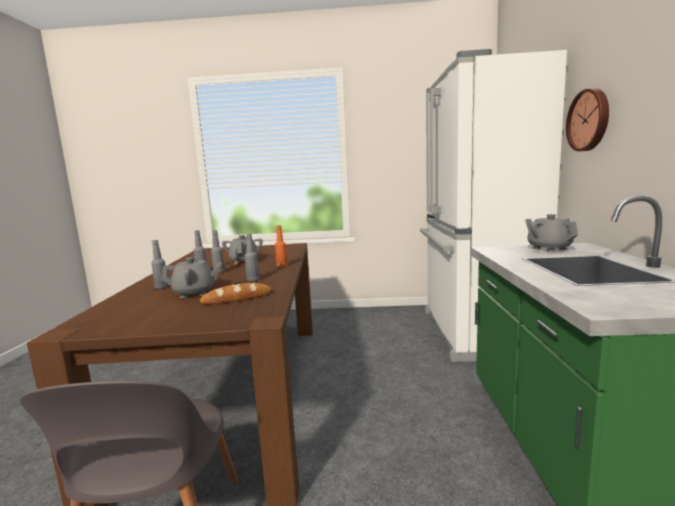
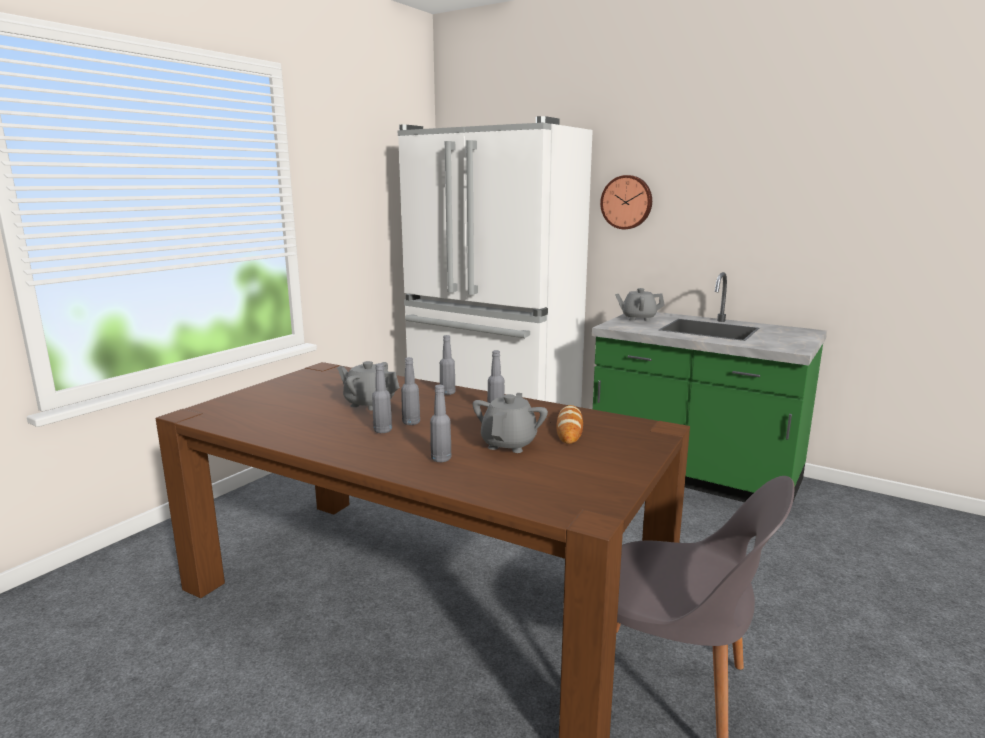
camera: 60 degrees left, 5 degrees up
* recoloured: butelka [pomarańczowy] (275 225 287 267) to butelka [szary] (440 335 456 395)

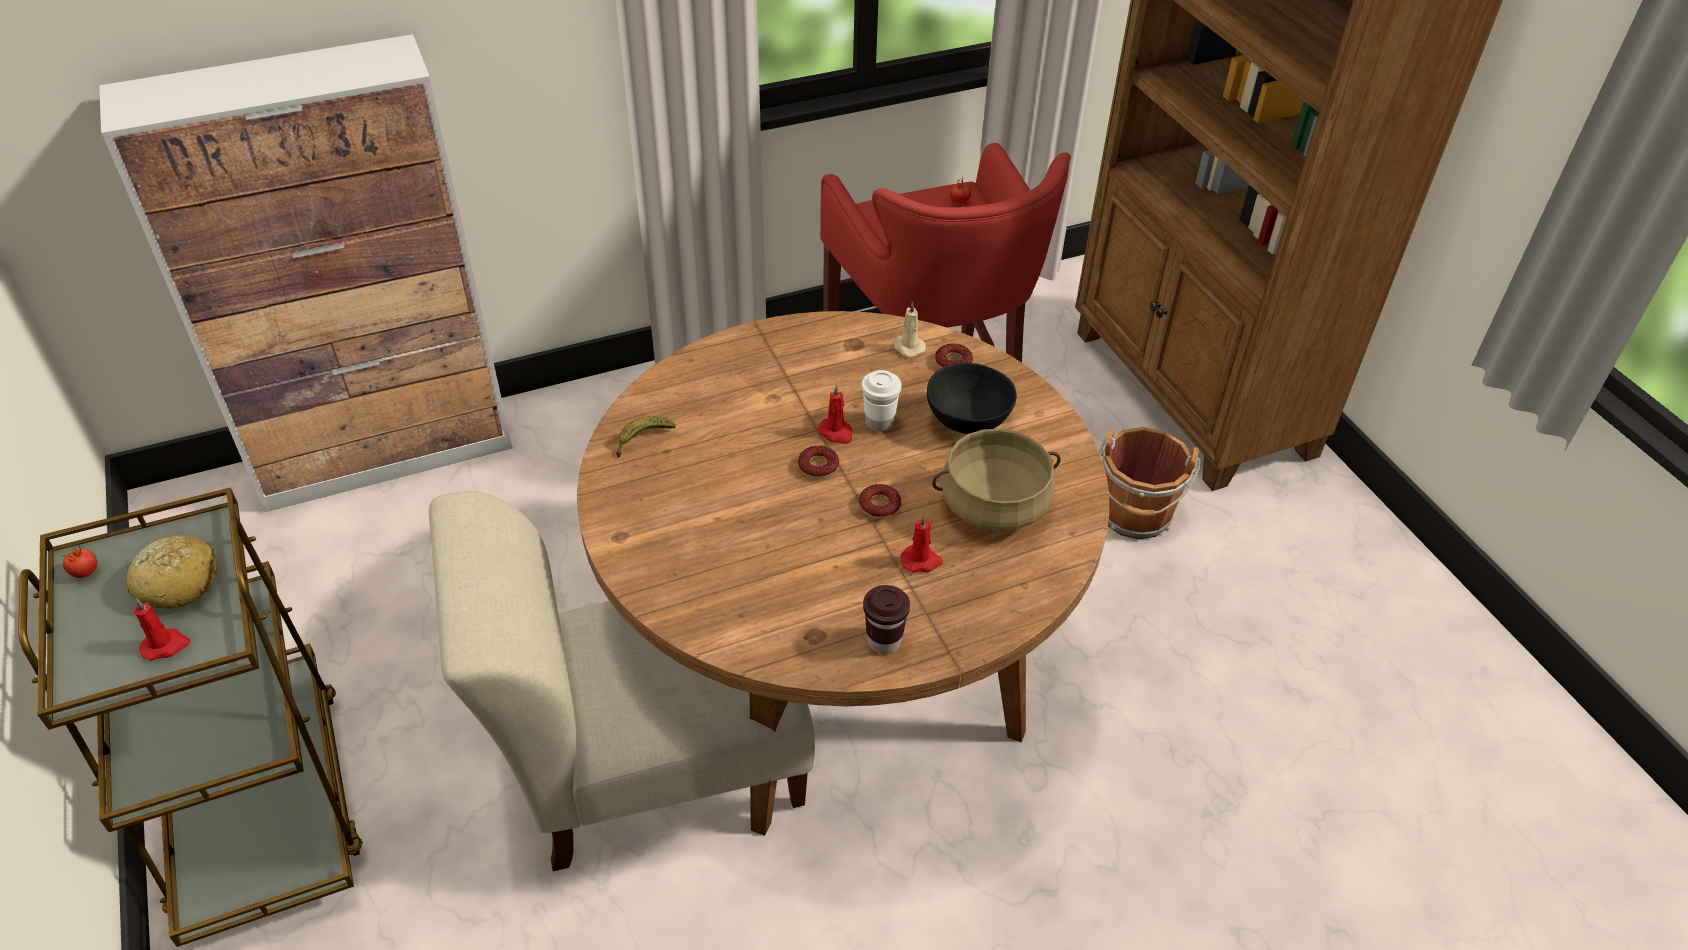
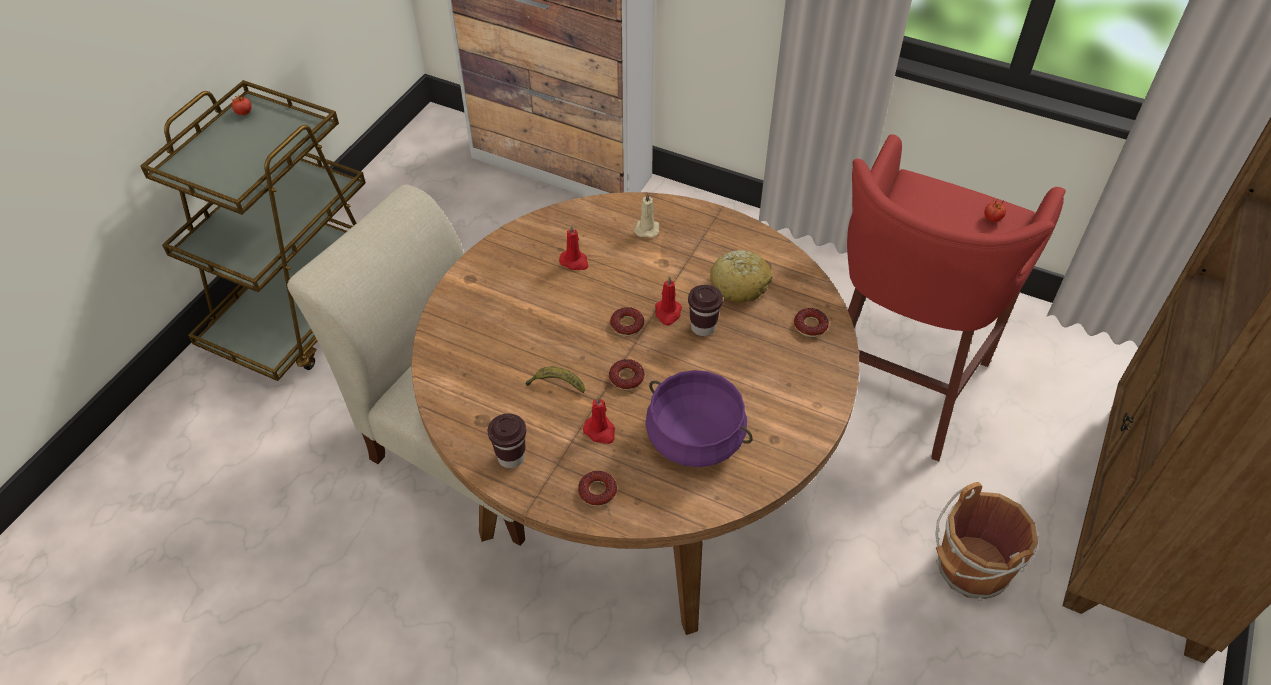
camera: 50 degrees right, 5 degrees up
* moved: chleb (127 535 217 609) to (710 250 772 303)
* moved: świeca [czerwony] (134 599 190 661) to (559 224 588 270)
* moved: banan (616 416 676 458) to (526 367 585 393)
* recoloured: filiżanka [biały] (862 370 901 432) to filiżanka [brązowy] (688 285 723 336)
* moved: świeca [beżowy] (894 301 926 357) to (634 192 659 238)
* removed: miska [czarny] (927 363 1017 434)
* recoloured: garnek [beżowy] (932 429 1061 531) to garnek [fioletowy] (645 370 753 467)
* added: donut (578 471 617 506)

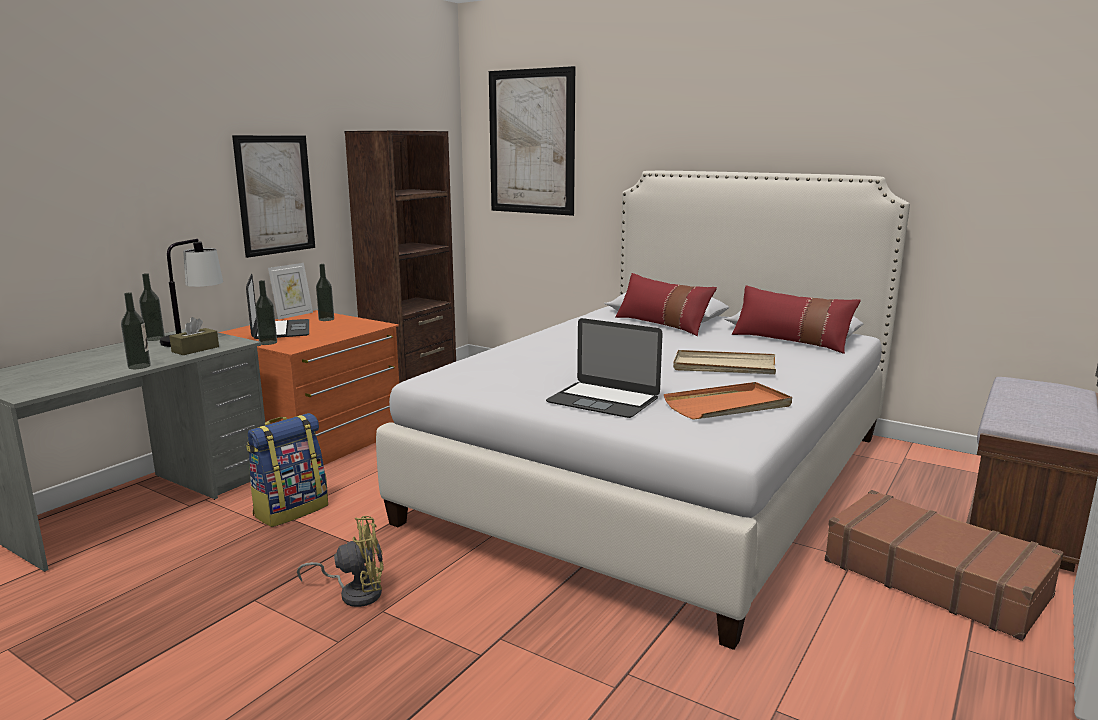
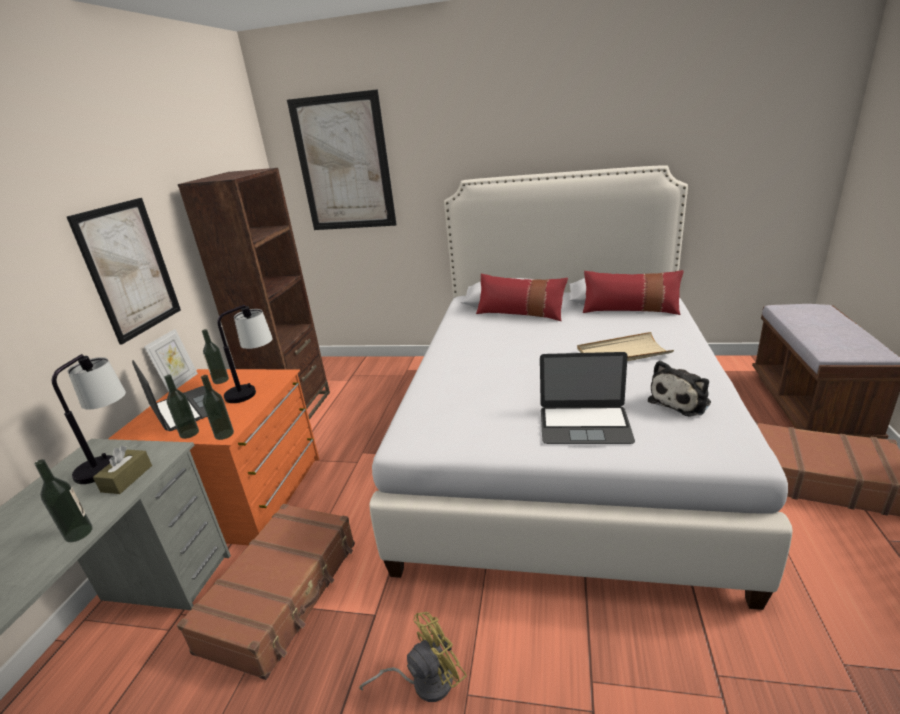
camera: 20 degrees left, 10 degrees up
* moved: butelka (139 273 165 341) to (201 375 234 440)
* replaced: plecak (246 413 328 527) to walizka [brązowy] (177 504 355 680)
* replaced: taca [pomarańczowy] (664 382 792 420) to pluszak (648 360 711 417)
* added: lampa stołowa (217 305 273 403)

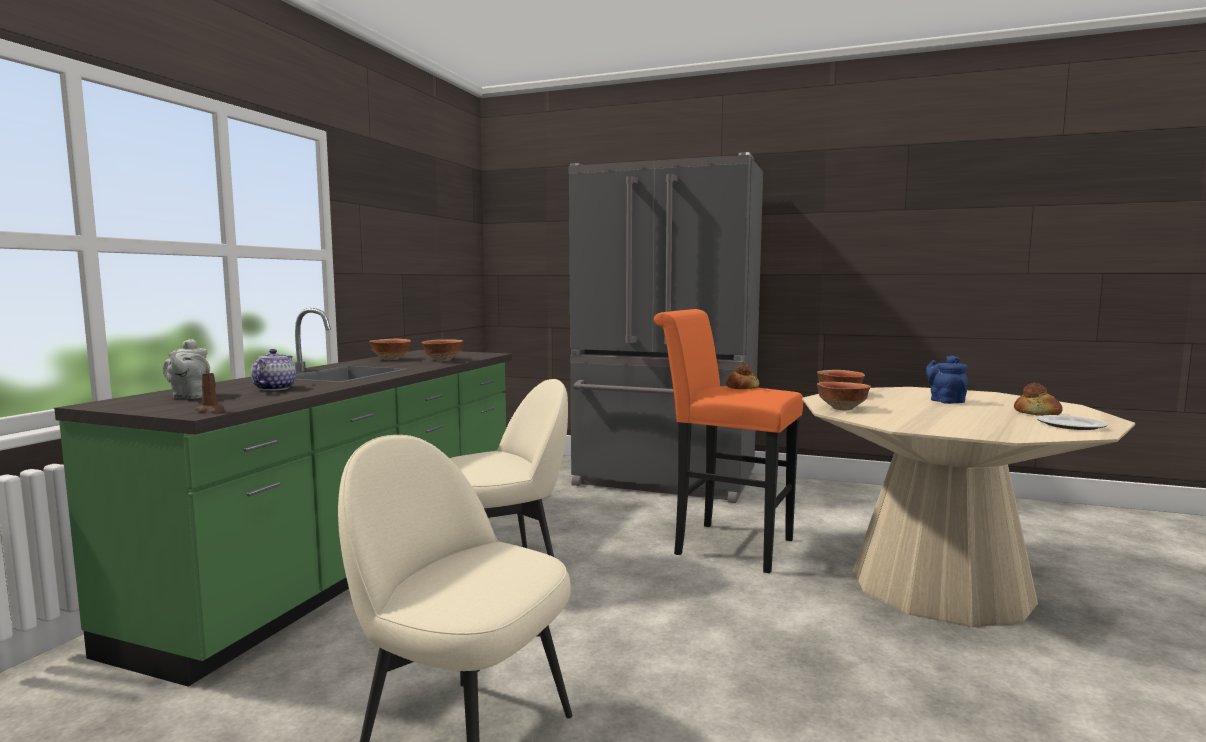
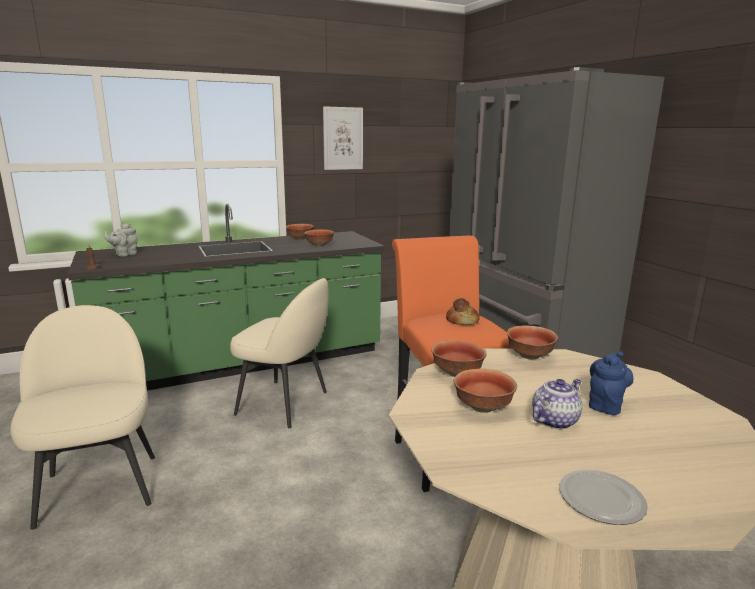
camera: 45 degrees right, 10 degrees up
* moved: imbryk (251 349 296 391) to (532 379 582 429)
* removed: chleb (1014 383 1063 416)
* added: obraz (323 106 363 170)
* added: miska (453 369 517 413)

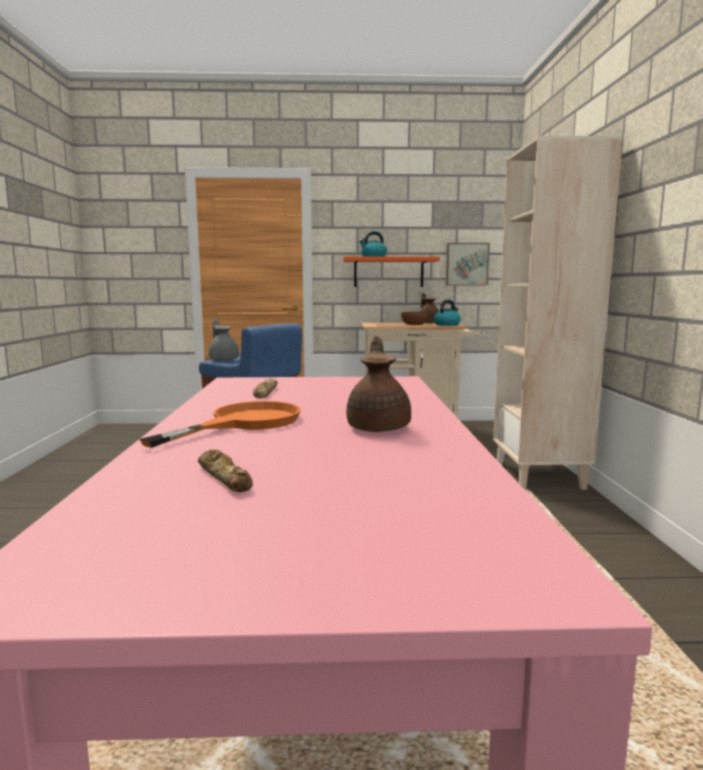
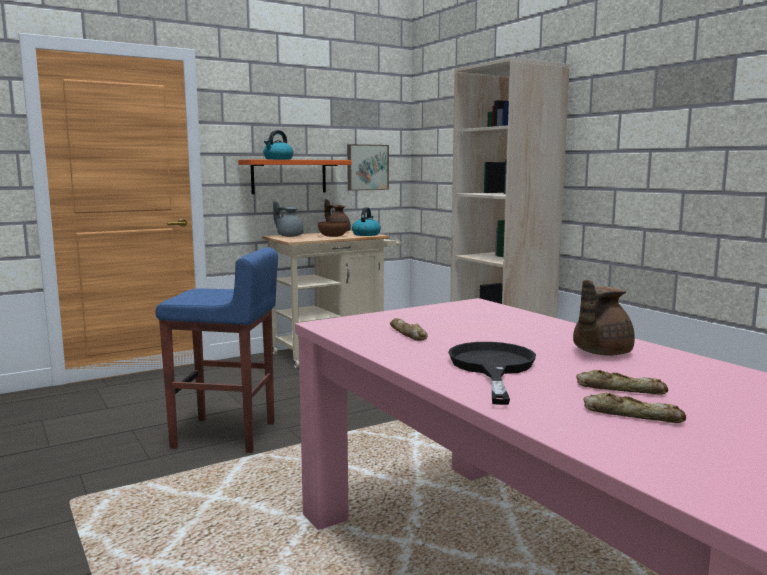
camera: 30 degrees left, 0 degrees up
* recoloured: patelnia [pomarańczowy] (139 401 301 448) to patelnia [czarny] (448 342 536 405)
* moved: imbryk [szary] (208 318 239 361) to (273 201 304 237)
* turned: imbryk [brązowy] (346 336 411 432) = (573 280 635 356) 105 degrees counterclockwise
* added: chleb (576 370 668 395)

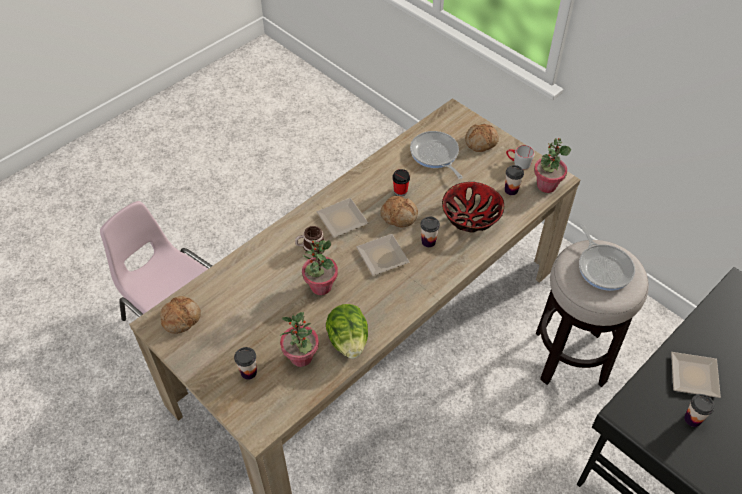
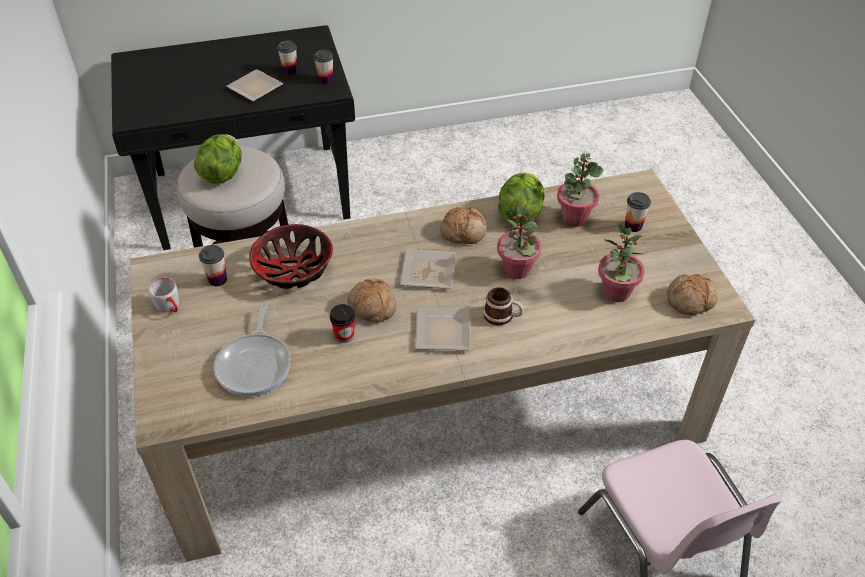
camera: 150 degrees left, 5 degrees down
* moved: filiżanka (421 217 440 247) to (314 50 333 85)
* moved: chleb (465 124 499 152) to (440 207 487 244)
* moved: roślina doniczkowa (534 138 571 193) to (598 223 645 302)
* replaced: patelnia (579 224 635 291) to sałata (194 134 241 184)

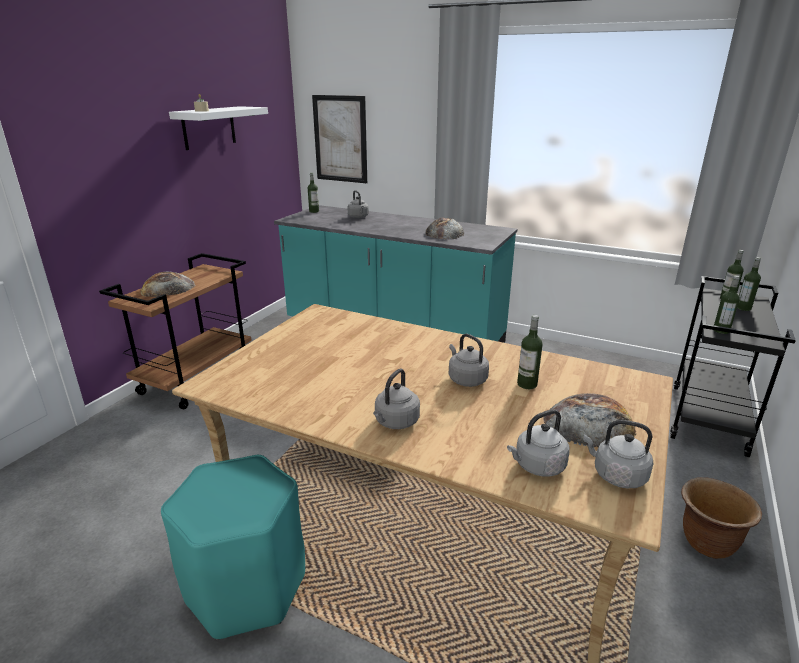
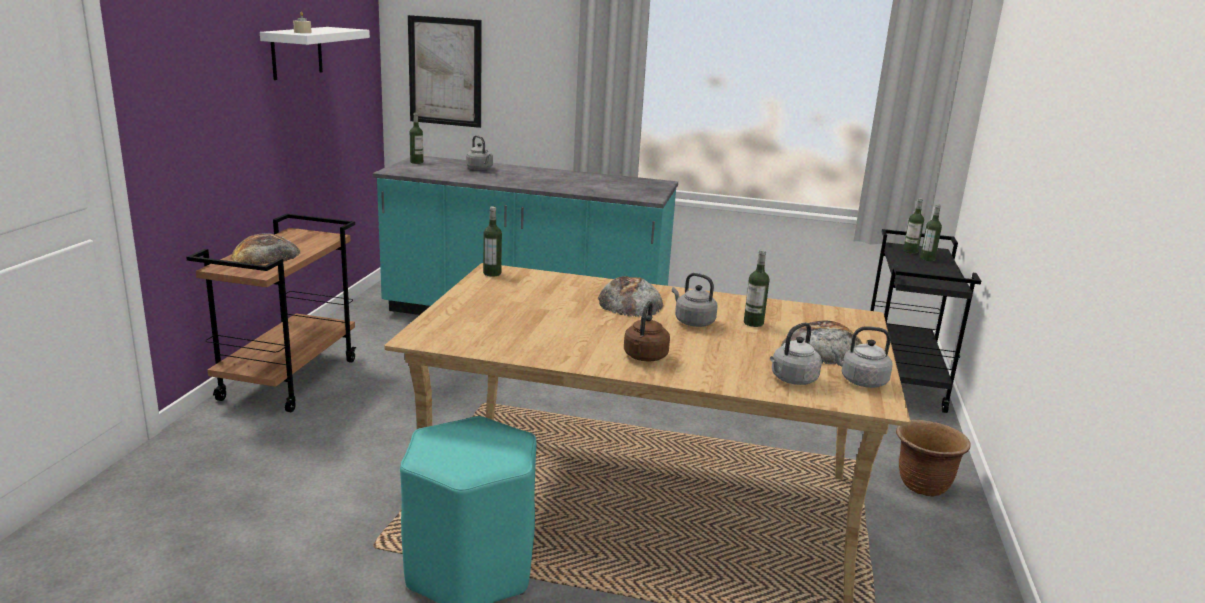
camera: 15 degrees left, 5 degrees down
* recoloured: czajnik [szary] (373 368 420 429) to czajnik [brązowy] (624 301 670 362)
* moved: chleb (426 218 464 240) to (598 276 663 317)
* moved: butelka (714 276 740 334) to (483 206 502 276)

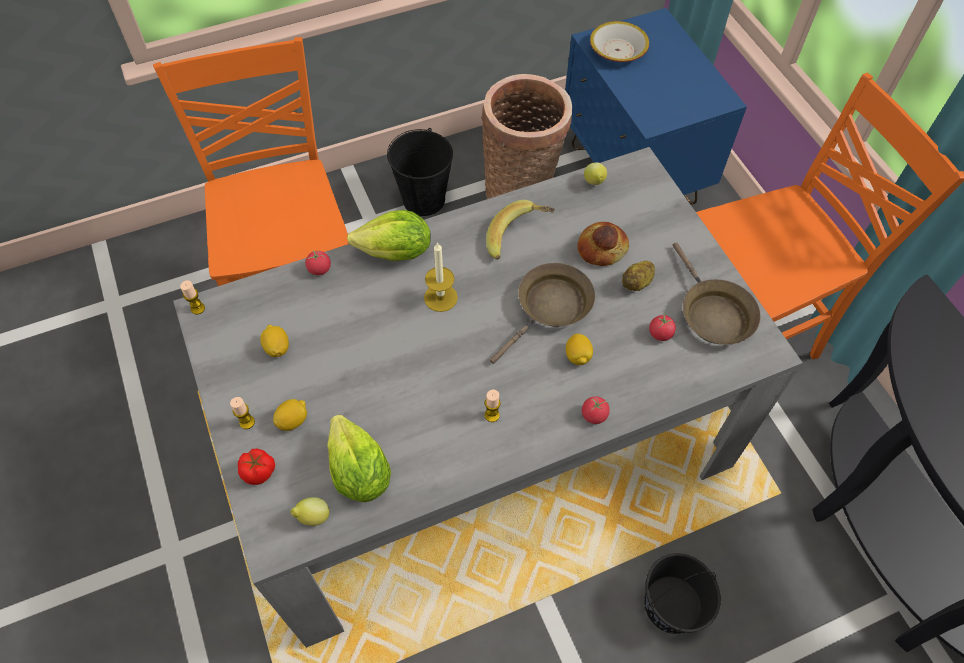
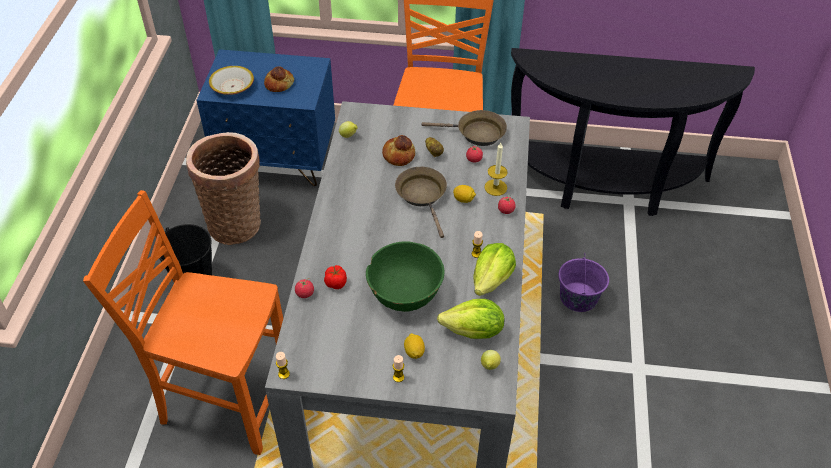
camera: 60 degrees left, 10 degrees down
* moved: pomidor (238 449 275 485) to (324 265 347 289)
* removed: cytryna (260 325 289 357)
* moved: sałata (347 210 431 261) to (473 243 516 296)
* moved: świeca (424 242 458 312) to (484 143 508 196)
* removed: banan (486 200 555 260)
* recoloured: wiadro [czarny] (644 553 721 634) to wiadro [fioletowy] (558 253 609 312)
* added: chleb (264 66 294 92)
* added: miska [zielony] (366 241 444 312)

